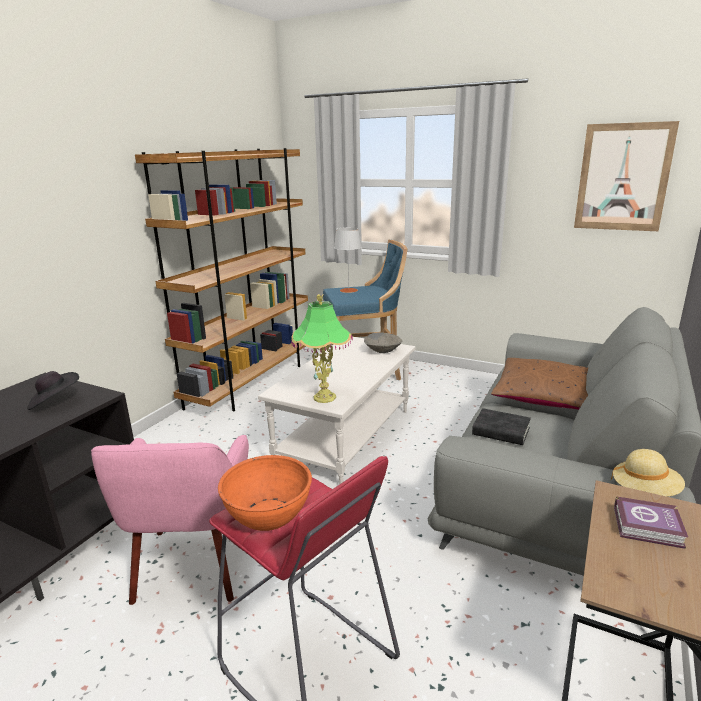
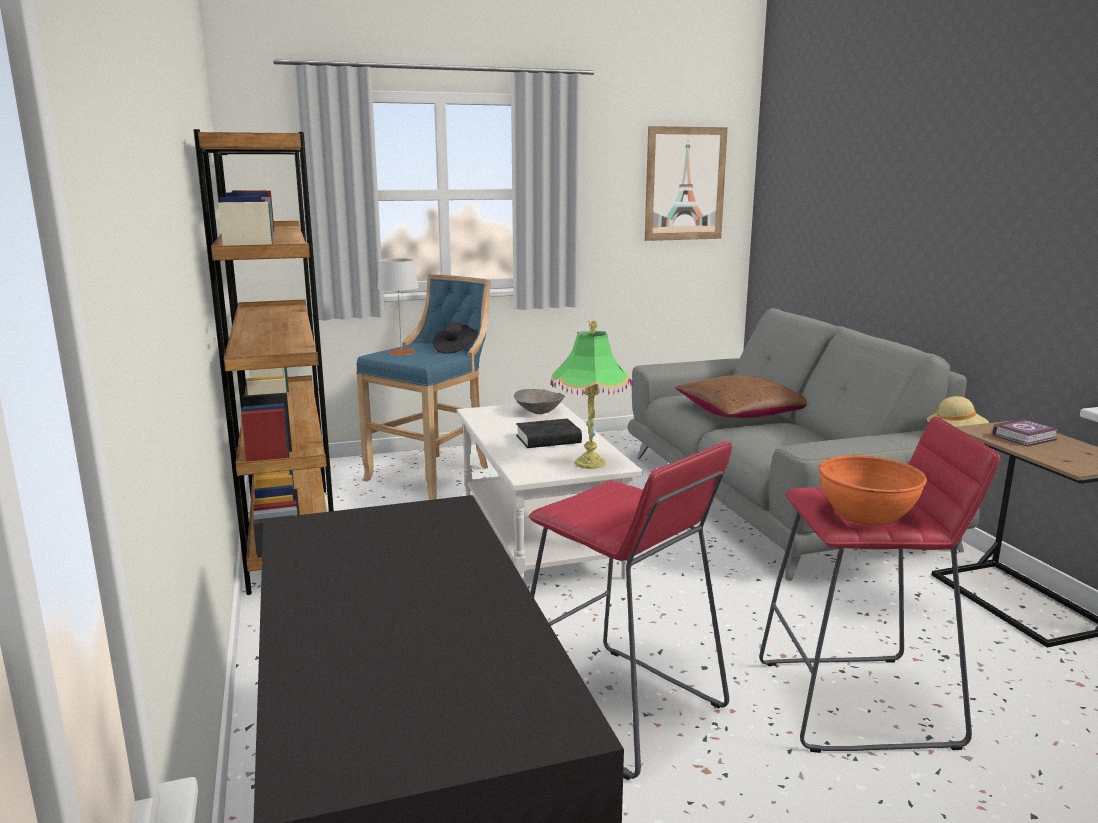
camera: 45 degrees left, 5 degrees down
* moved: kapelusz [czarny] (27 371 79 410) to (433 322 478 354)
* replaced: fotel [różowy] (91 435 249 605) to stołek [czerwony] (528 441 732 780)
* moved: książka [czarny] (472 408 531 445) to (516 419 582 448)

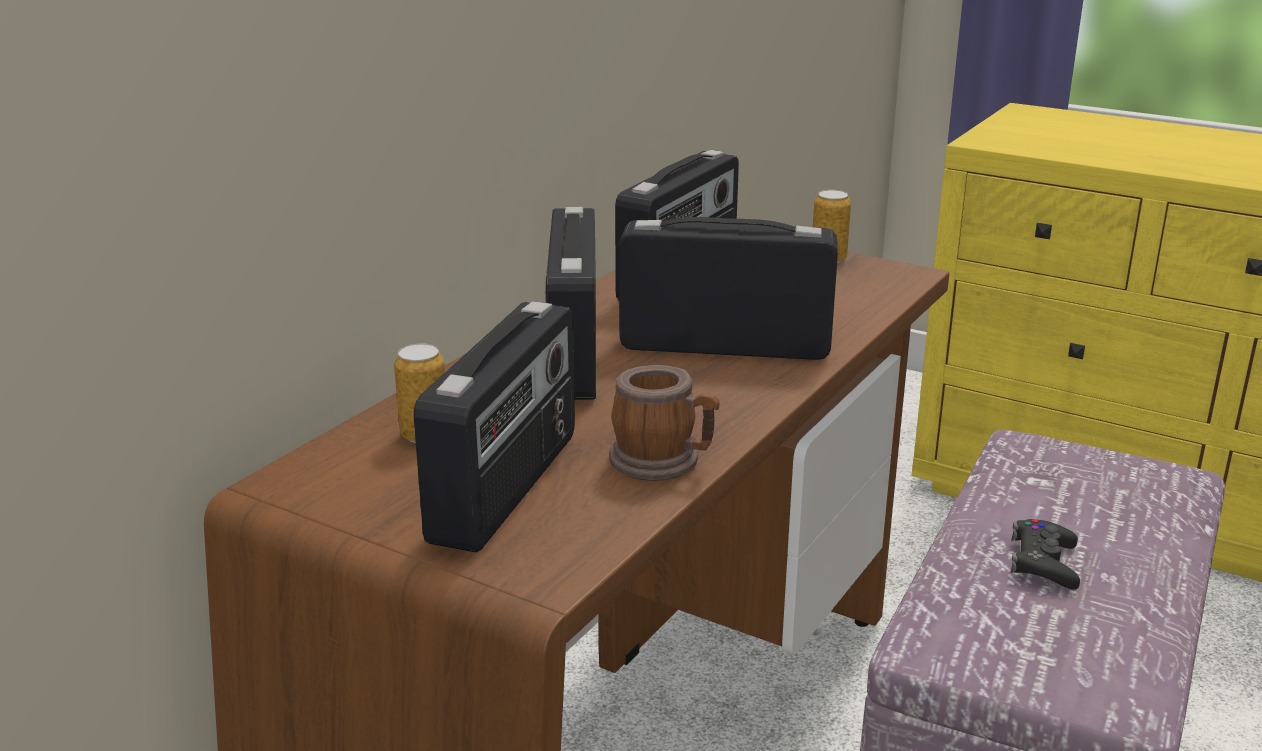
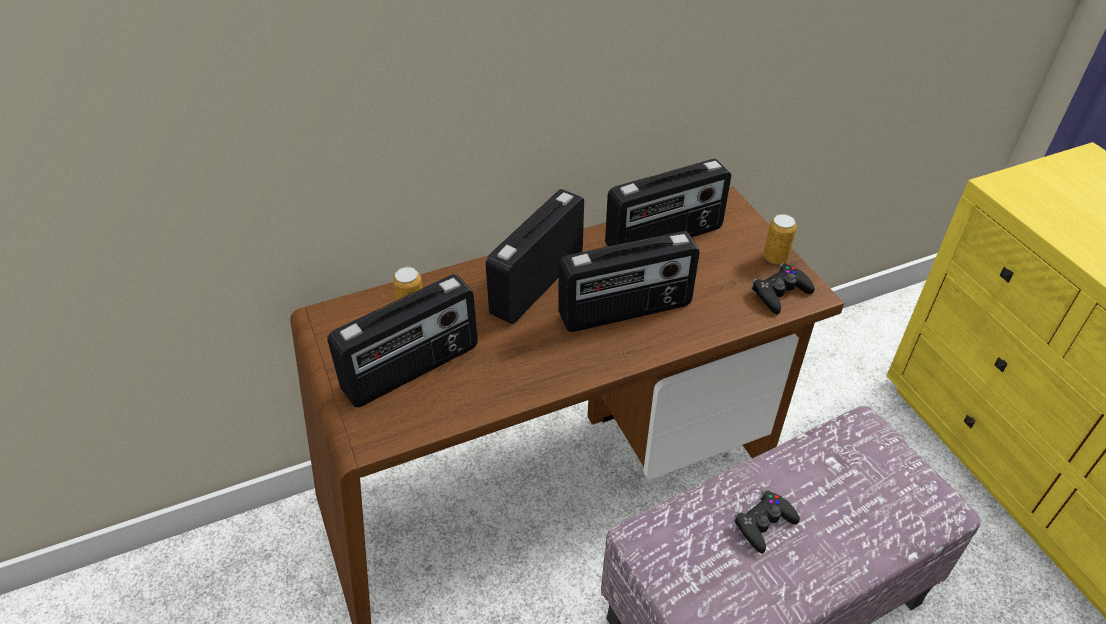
camera: 35 degrees right, 20 degrees up
* removed: kubek (609 365 719 481)
* turned: radio (619 217 838 360) = (558 231 700 332) 120 degrees clockwise
* added: pad do gier [czarny] (752 263 815 314)

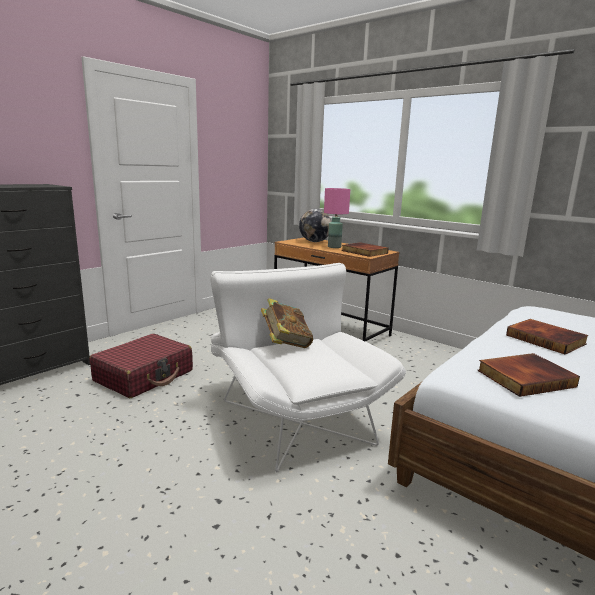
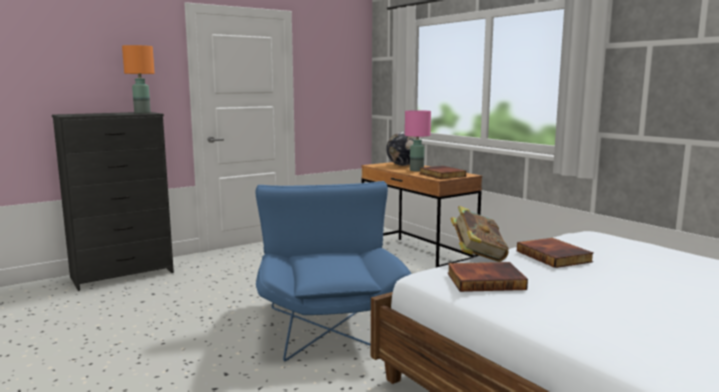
camera: 15 degrees right, 5 degrees down
* removed: walizka [czerwony] (89 334 193 398)
* recoloured: fotel [biały] (210 263 406 473) to fotel [niebieski] (255 181 412 361)
* moved: książka (261 298 313 348) to (451 206 508 262)
* added: lampa stołowa [pomarańczowy] (122 45 155 114)

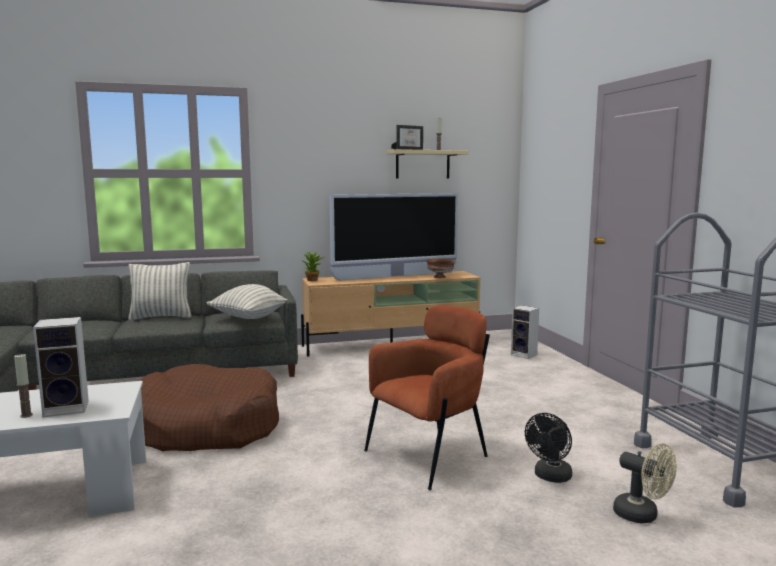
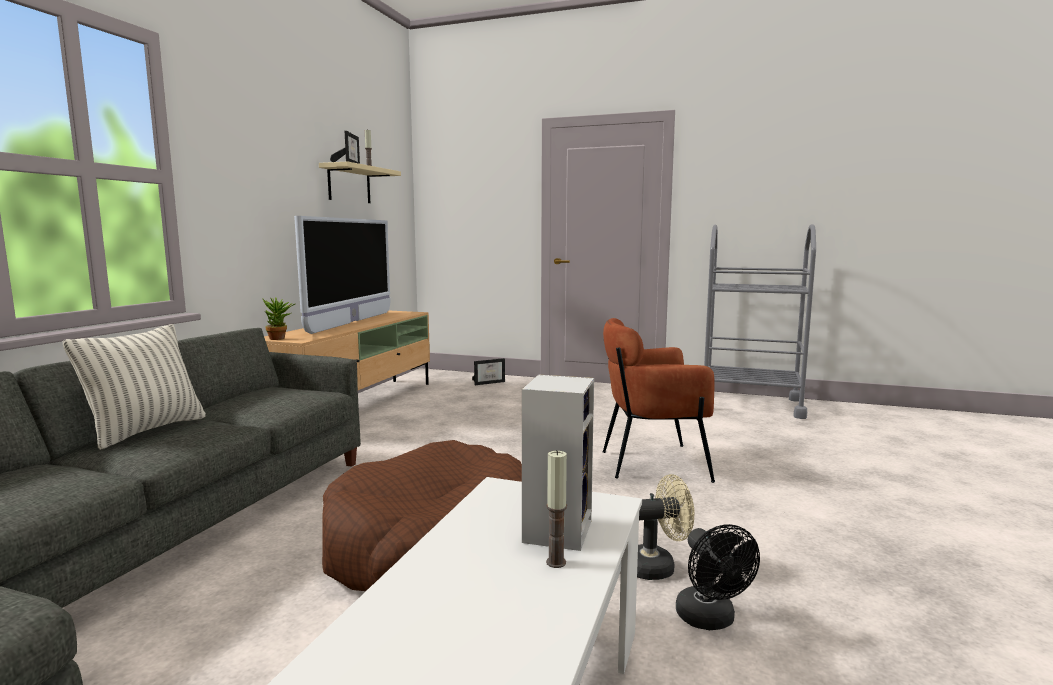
camera: 55 degrees left, 0 degrees up
* removed: poduszka (207 284 288 319)
* turned: fotel [brązowy] (364 305 490 490) = (603 318 715 483) 90 degrees counterclockwise
* removed: miska [brązowy] (426 259 455 278)
* replaced: głośnik (511 305 539 359) to ramka na zdjęcie (472 358 505 385)
* moved: wentylator [czarny] (525 413 572 483) to (676 524 760 630)
* moved: wentylator [beżowy] (613 444 677 523) to (637 474 694 580)

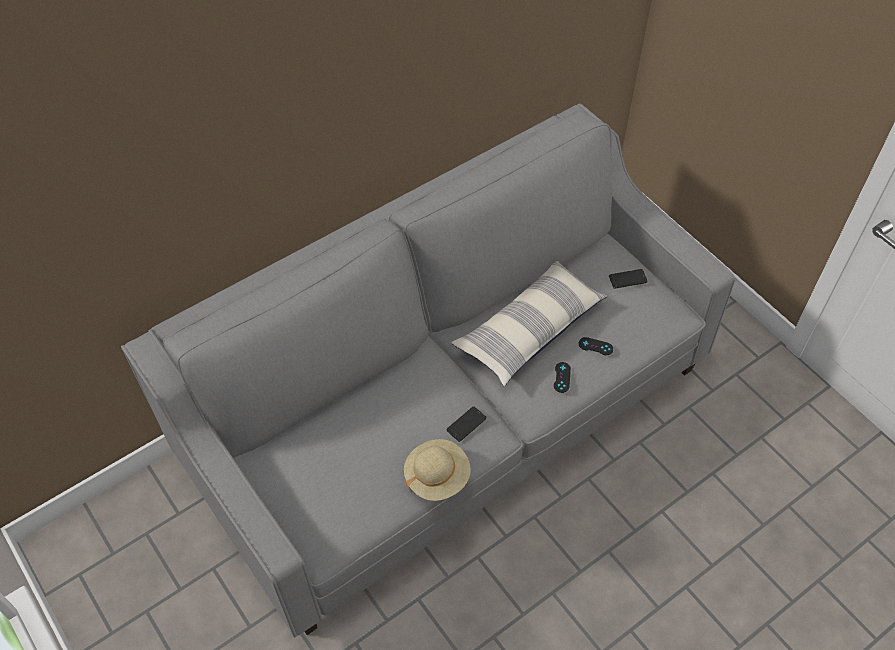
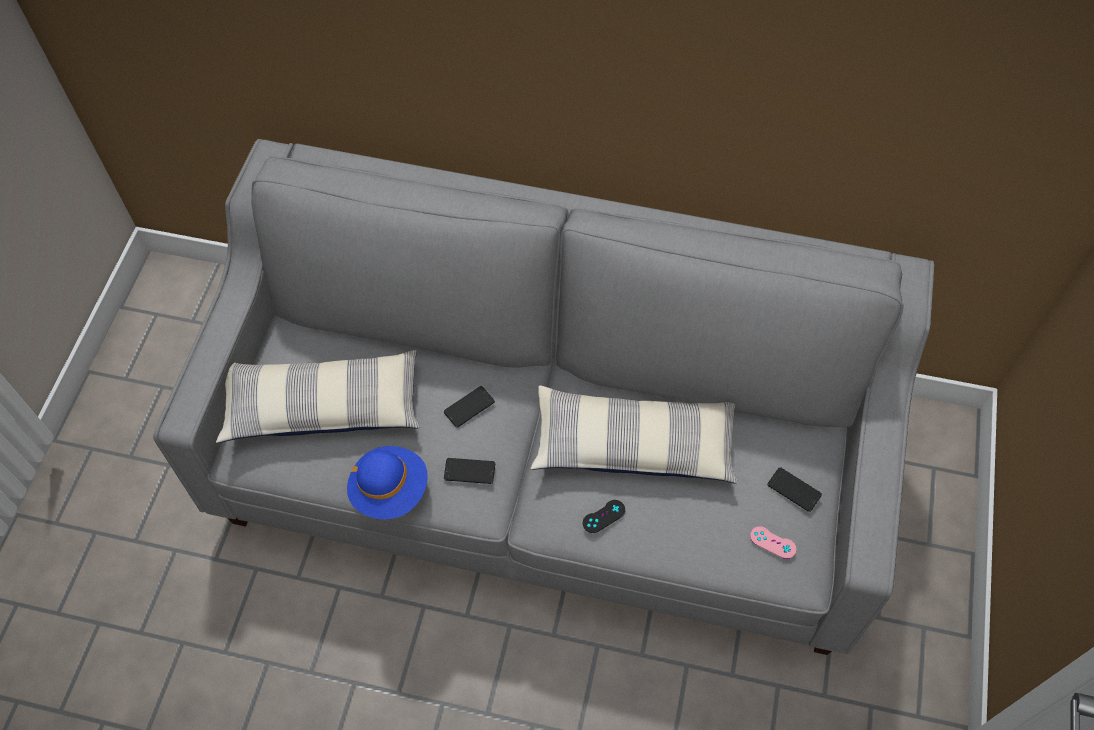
camera: 50 degrees right, 5 degrees up
* recoloured: kapelusz [beżowy] (404 439 471 501) to kapelusz [niebieski] (347 446 428 519)
* removed: pad do gier [czarny] (579 337 613 355)
* added: poduszka (216 350 419 443)
* added: telefon (444 386 495 428)
* added: pad do gier [różowy] (750 526 796 559)

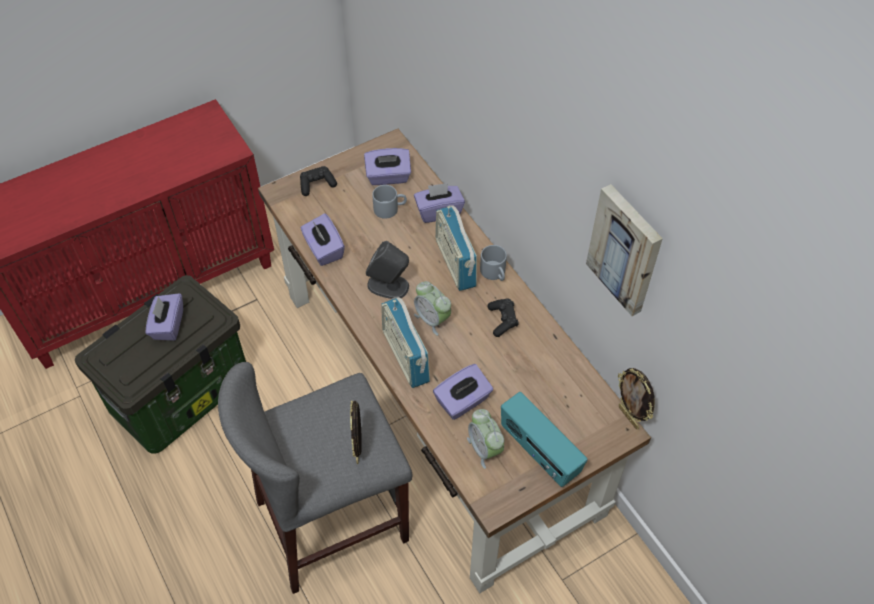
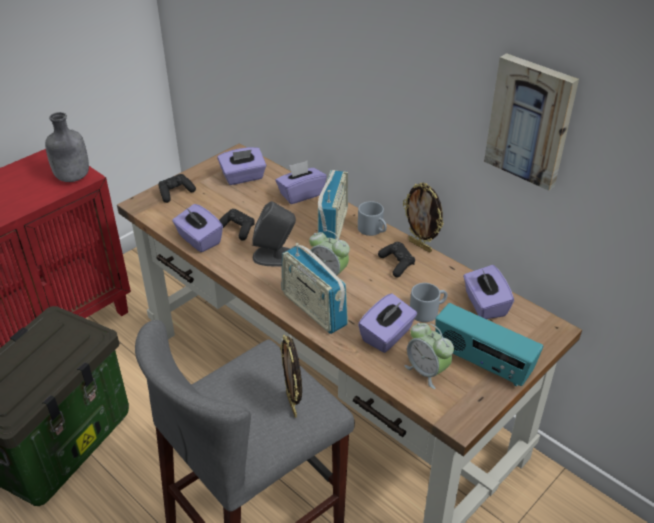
camera: 15 degrees left, 15 degrees down
* moved: pudełko chusteczek [fioletowy] (145 293 183 341) to (463 265 514 319)
* moved: kubek [szary] (372 185 407 219) to (410 283 447 322)
* turned: radio (435 206 477 291) = (318 170 348 240) 135 degrees counterclockwise
* moved: ramka na zdjęcie (618 368 655 430) to (403 182 444 253)
* added: butelka [szary] (45 112 89 182)
* added: pad do gier [czarny] (219 209 255 240)

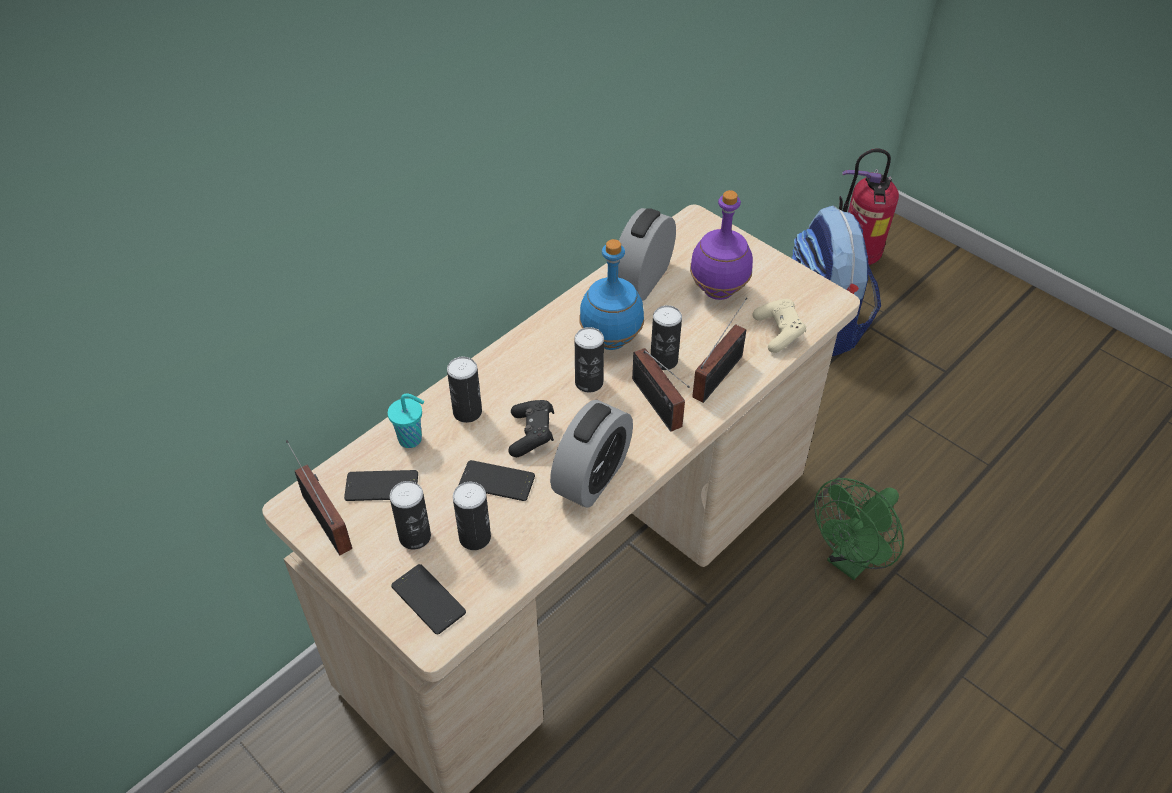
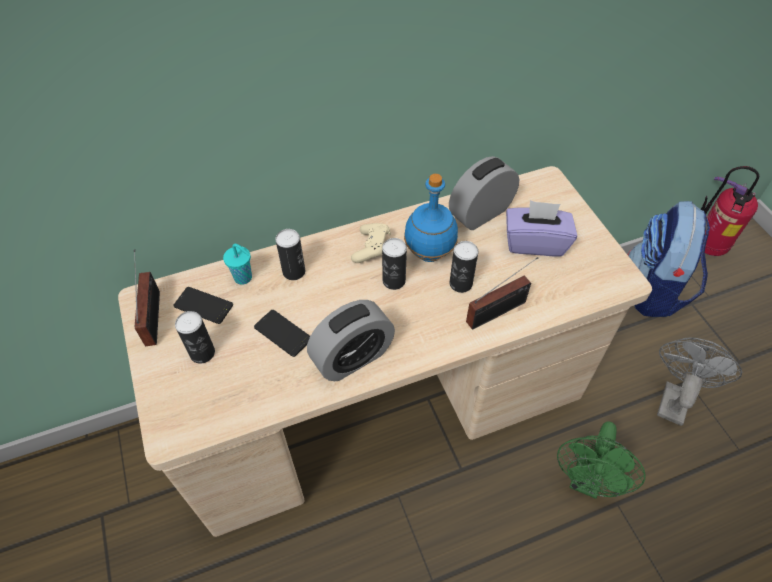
camera: 25 degrees right, 5 degrees up
* removed: telefon (391 564 466 634)
* removed: puszka (453 482 491 550)
* removed: pad do gier [czarny] (508 400 554 457)
* removed: radio (632 348 690 432)
* replaced: butelka [fioletowy] (690 190 753 300) to pudełko chusteczek [fioletowy] (506 200 577 256)
* moved: pad do gier [beżowy] (752 299 806 353) to (351 223 391 263)
* turned: wentylator [zielony] (814 478 904 580) = (557 421 646 499) 45 degrees counterclockwise
* added: wentylator [szary] (657 337 742 426)

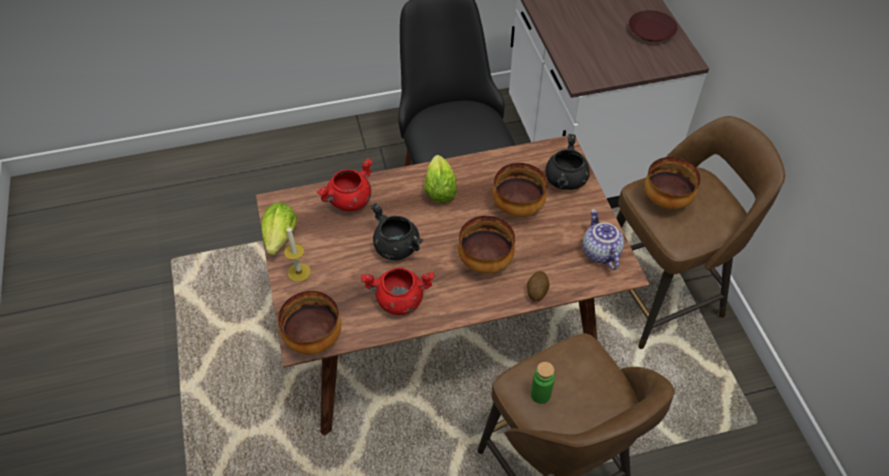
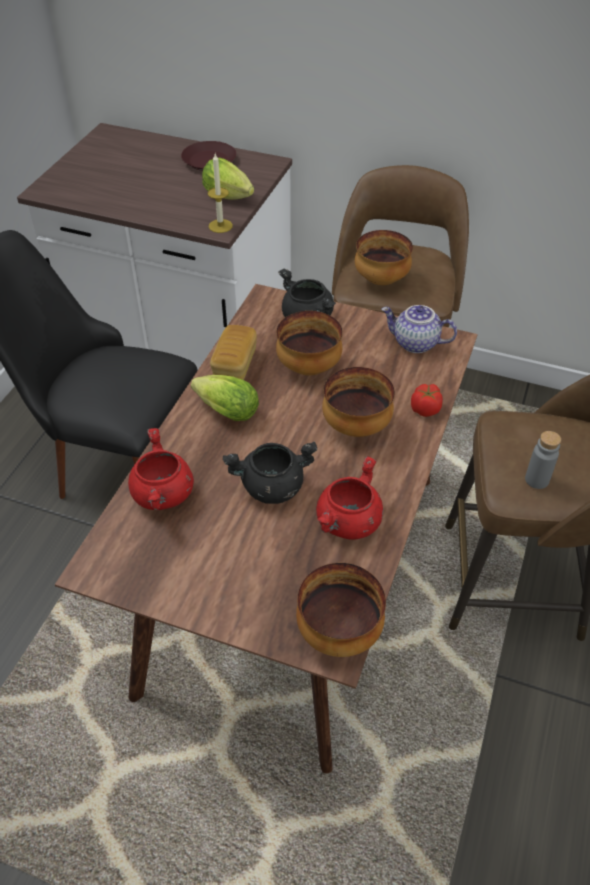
camera: 55 degrees left, 5 degrees down
* moved: sałata (261 202 297 255) to (202 158 254 200)
* moved: świeca (284 226 311 282) to (208 154 233 233)
* replaced: ziemniak (527 271 549 301) to pomidor (411 384 443 417)
* recoloured: butelka [zielony] (531 362 555 404) to butelka [szary] (525 431 561 489)
* added: chleb (210 325 257 380)

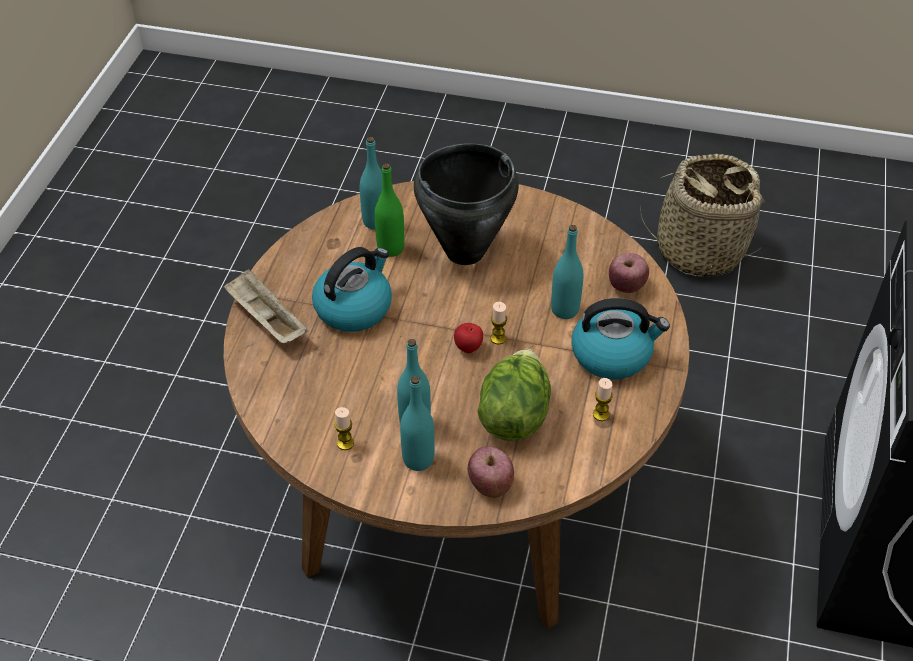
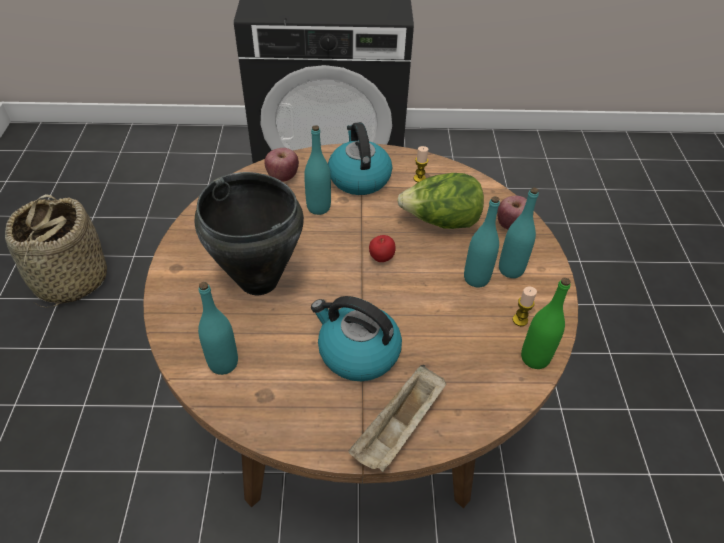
camera: 105 degrees left, 0 degrees up
* moved: butelka [zielony] (375 163 404 257) to (521 278 570 369)
* removed: świeca (491 302 507 344)

